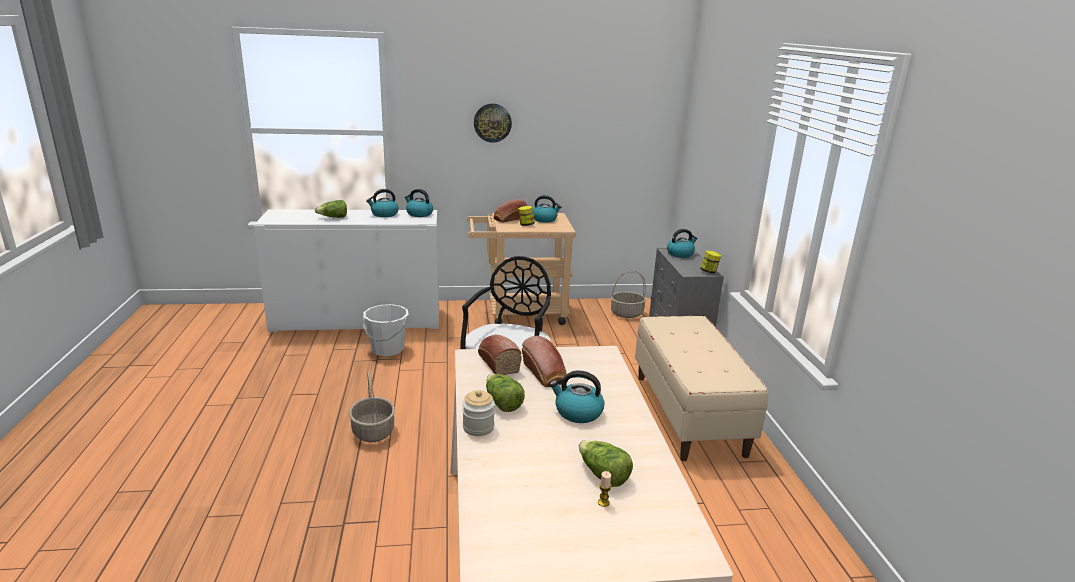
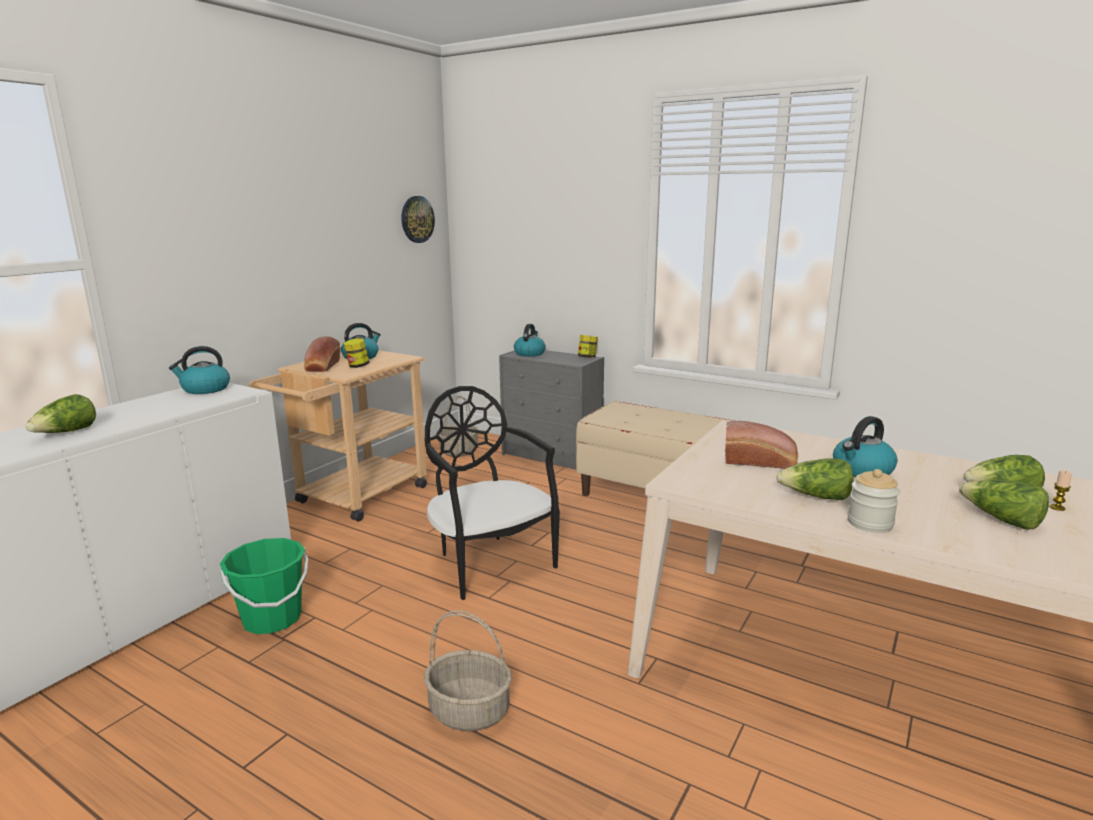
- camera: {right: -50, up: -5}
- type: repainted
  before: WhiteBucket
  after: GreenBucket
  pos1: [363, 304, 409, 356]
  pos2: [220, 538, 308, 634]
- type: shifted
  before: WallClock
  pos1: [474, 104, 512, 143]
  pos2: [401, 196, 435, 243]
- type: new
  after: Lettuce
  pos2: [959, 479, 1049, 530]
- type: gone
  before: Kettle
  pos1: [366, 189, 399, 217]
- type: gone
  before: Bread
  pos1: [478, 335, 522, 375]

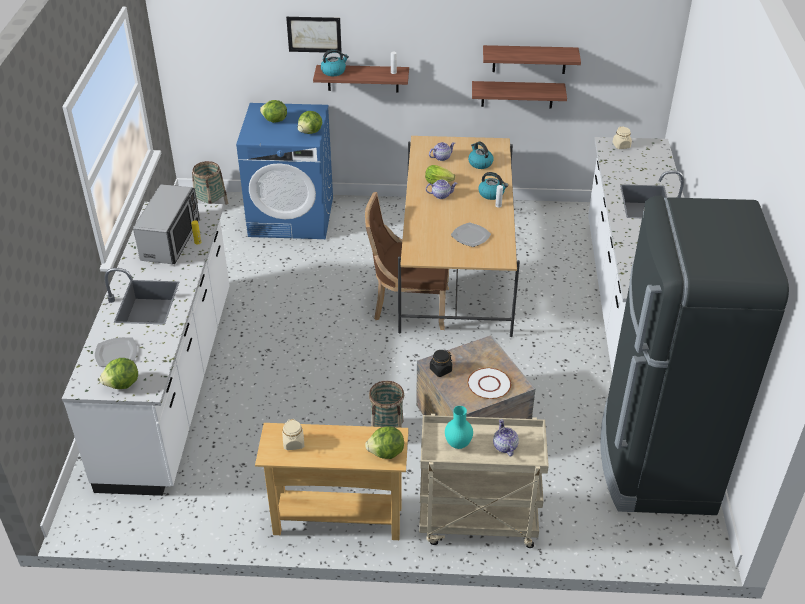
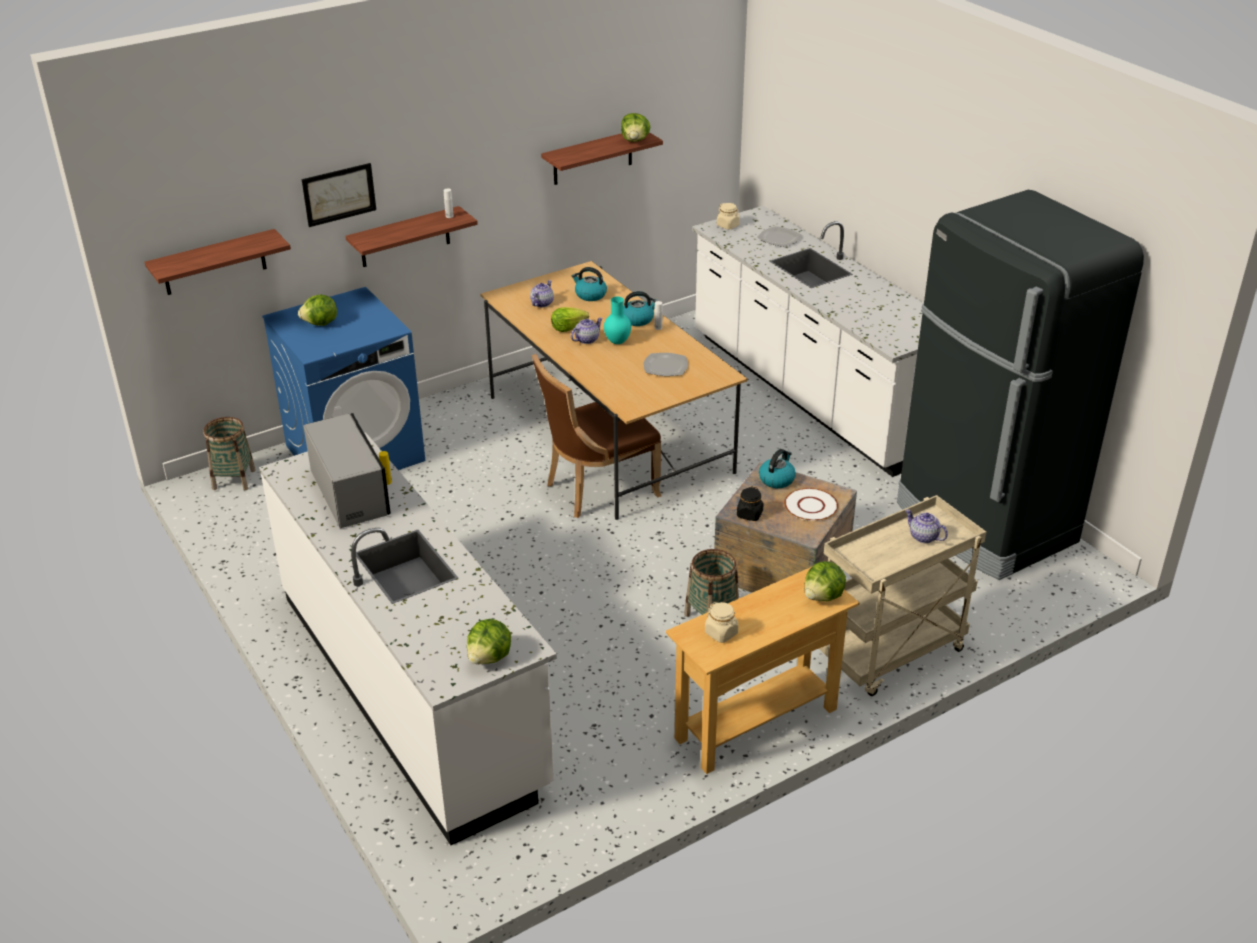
- camera: {right: -35, up: -5}
- type: shifted
  before: Shelf
  pos1: [472, 81, 567, 109]
  pos2: [144, 229, 291, 295]
- type: shifted
  before: TurquoiseVase
  pos1: [445, 406, 473, 449]
  pos2: [604, 297, 631, 344]
- type: shifted
  before: Lettuce
  pos1: [298, 111, 322, 134]
  pos2: [621, 113, 651, 142]
- type: shifted
  before: Plate
  pos1: [95, 337, 138, 367]
  pos2: [757, 226, 802, 247]
- type: shifted
  before: Kettle
  pos1: [321, 49, 349, 76]
  pos2: [759, 449, 796, 488]

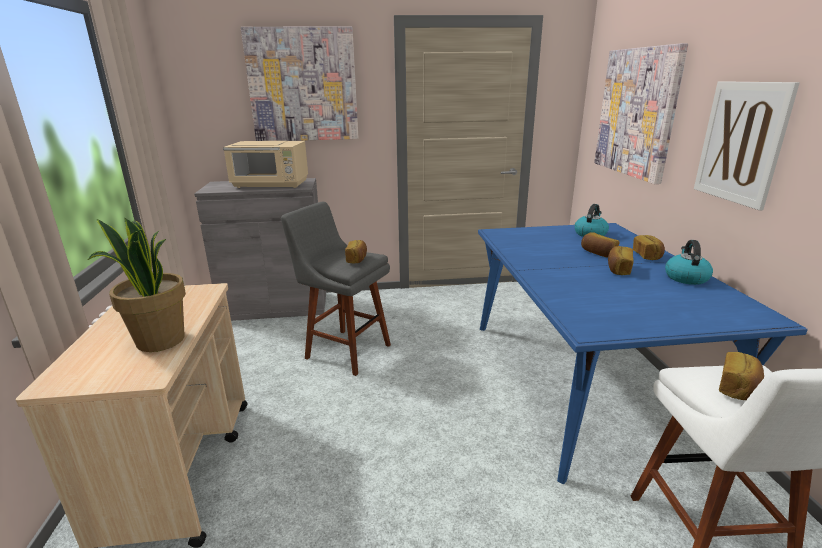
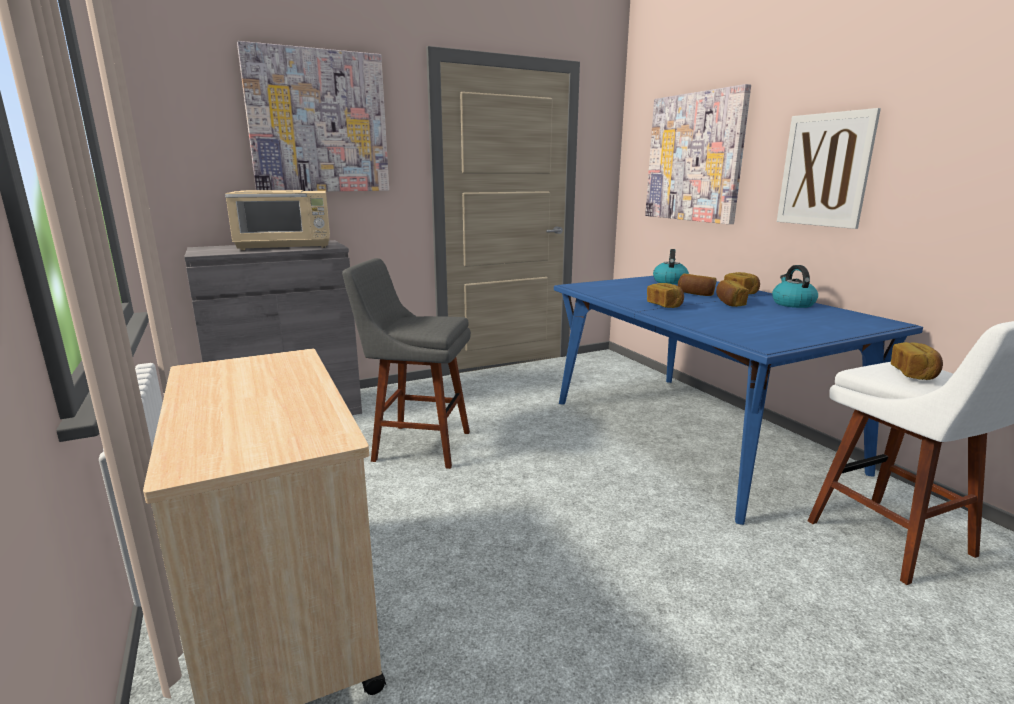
- camera: {right: -20, up: -5}
- type: shifted
  before: Bread
  pos1: [345, 240, 367, 264]
  pos2: [647, 283, 684, 308]
- type: gone
  before: PottedPlant
  pos1: [88, 218, 186, 352]

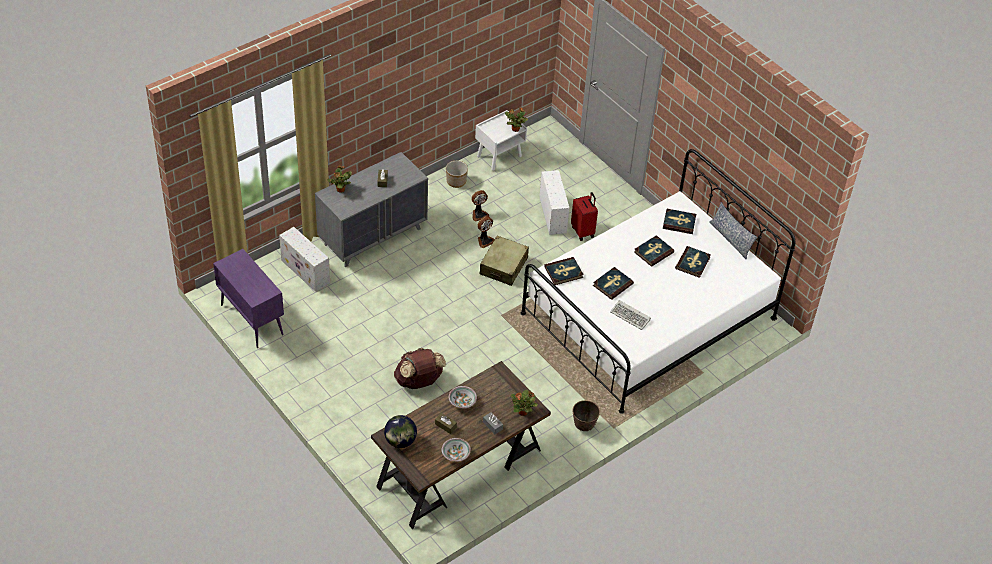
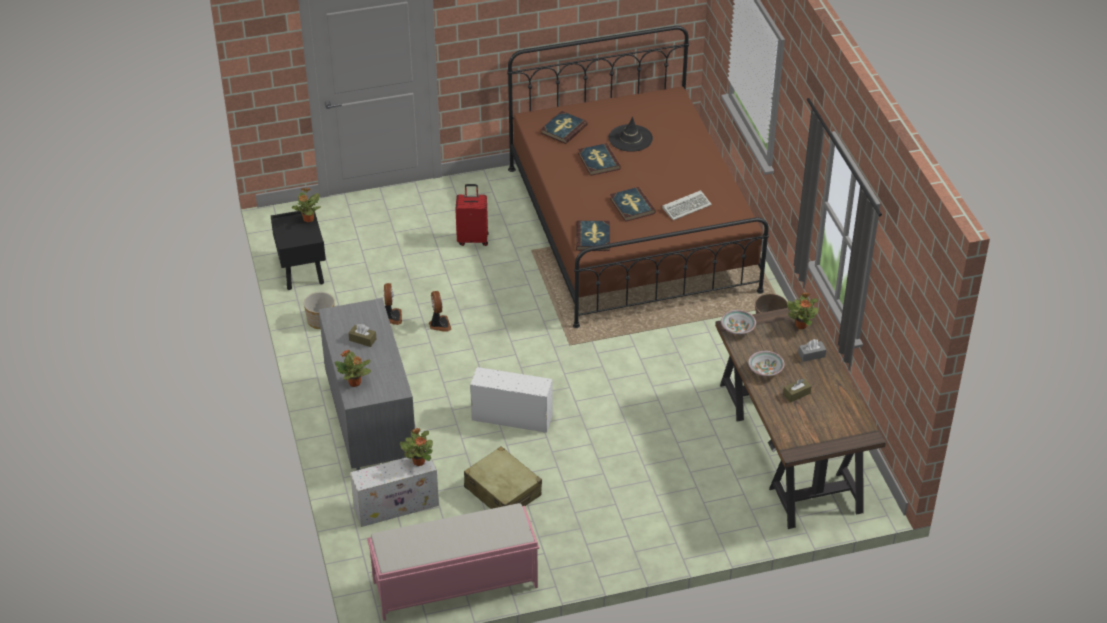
- camera: {right: -65, up: -5}
- type: repainted
  before: WhiteNightstand
  after: BlackNightstand
  pos1: [475, 110, 527, 171]
  pos2: [271, 211, 326, 290]
- type: swapped
  before: PurpleCabinet
  after: PinkBench
  pos1: [213, 249, 284, 348]
  pos2: [367, 503, 539, 621]
- type: new
  after: PottedPlant
  pos2: [400, 428, 433, 466]
- type: shifted
  before: BeigeSuitcase
  pos1: [480, 236, 529, 286]
  pos2: [464, 446, 542, 509]
- type: shifted
  before: WhiteStorageBox
  pos1: [539, 170, 569, 235]
  pos2: [470, 367, 553, 433]
- type: repainted
  before: WhiteBed
  after: BrownBed
  pos1: [520, 149, 796, 414]
  pos2: [507, 26, 769, 328]
- type: swapped
  before: Book
  after: BlackHat
  pos1: [675, 246, 711, 278]
  pos2: [609, 116, 653, 152]
- type: shifted
  before: Bowl
  pos1: [442, 438, 471, 462]
  pos2: [721, 310, 756, 335]
- type: gone
  before: Globe
  pos1: [384, 415, 417, 448]
- type: gone
  before: BrownBackpack
  pos1: [394, 348, 446, 389]
- type: gone
  before: Pillow
  pos1: [709, 202, 758, 259]

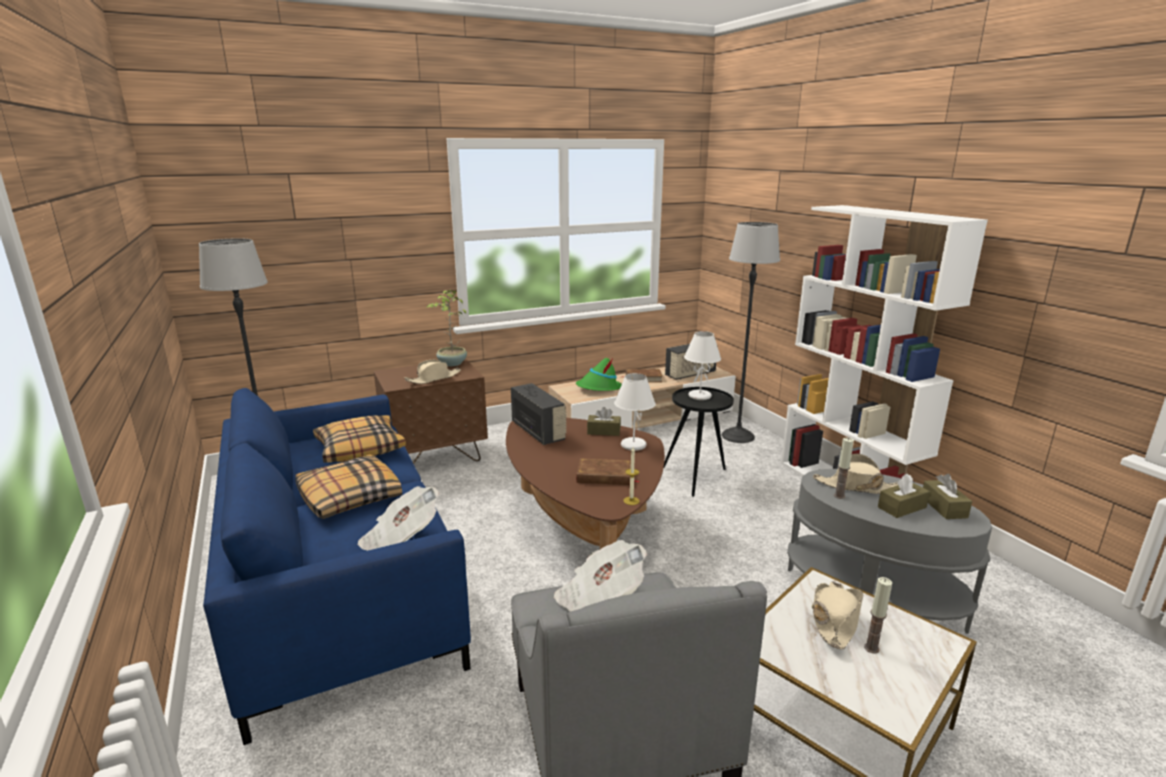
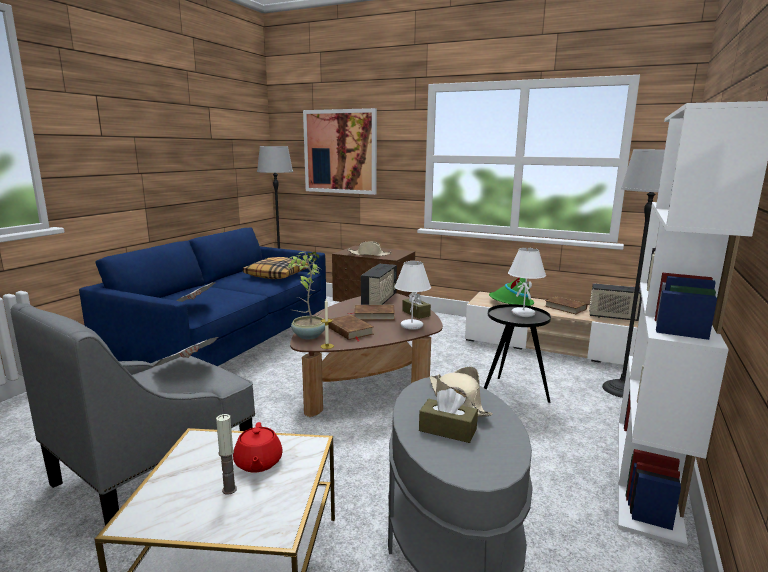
- camera: {right: 50, up: -5}
- type: swapped
  before: BeigeHat
  after: RedTeapot
  pos1: [812, 581, 864, 650]
  pos2: [233, 422, 283, 473]
- type: shifted
  before: PottedPlant
  pos1: [427, 290, 467, 366]
  pos2: [288, 252, 325, 339]
- type: new
  after: Picture
  pos2: [303, 108, 377, 195]
- type: new
  after: BrownBook
  pos2: [348, 305, 395, 320]
- type: gone
  before: Pillow
  pos1: [295, 454, 402, 519]
- type: gone
  before: Candle
  pos1: [834, 438, 854, 499]
- type: gone
  before: BrownTissueBox
  pos1: [923, 474, 972, 519]

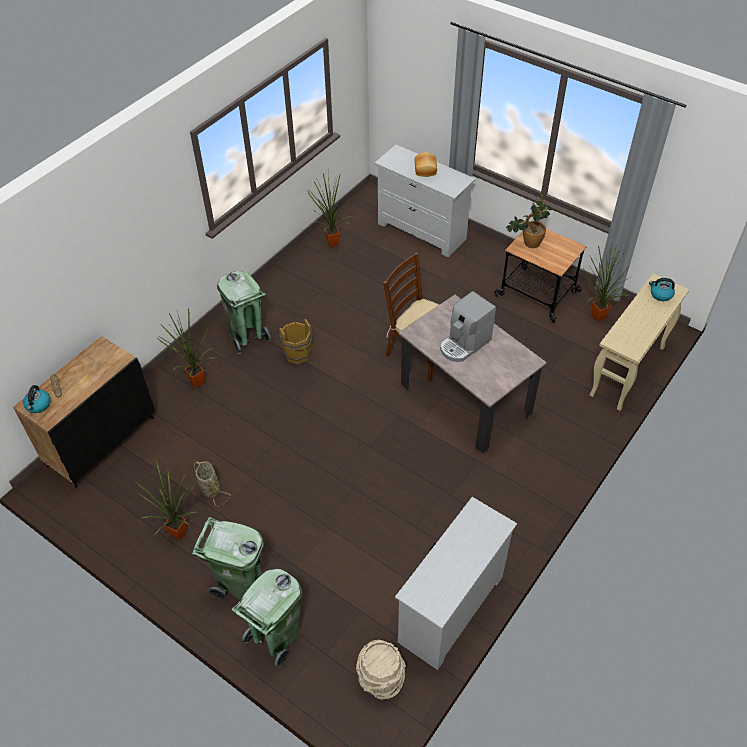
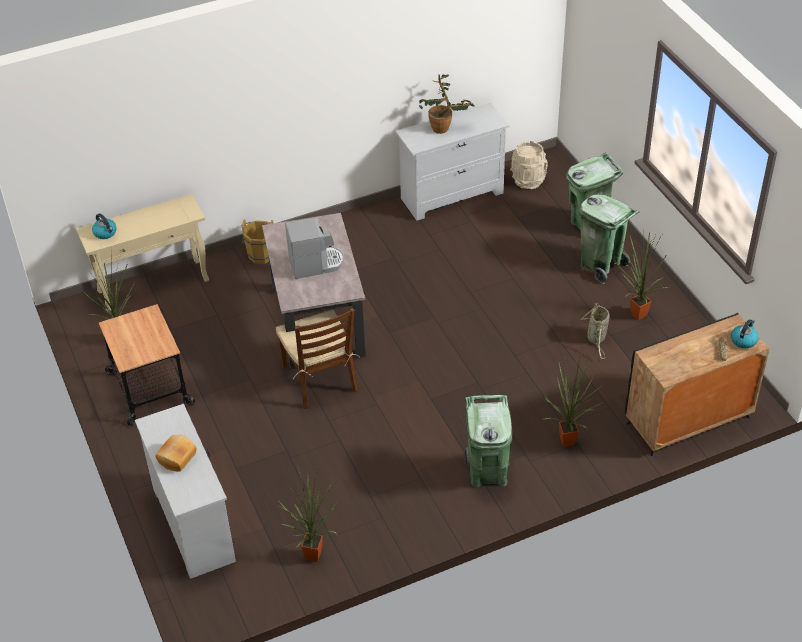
- camera: {right: -150, up: -5}
- type: shifted
  before: BrownBucket
  pos1: [279, 319, 312, 364]
  pos2: [241, 219, 273, 264]
- type: shifted
  before: PottedPlant
  pos1: [506, 194, 552, 248]
  pos2: [419, 74, 474, 134]

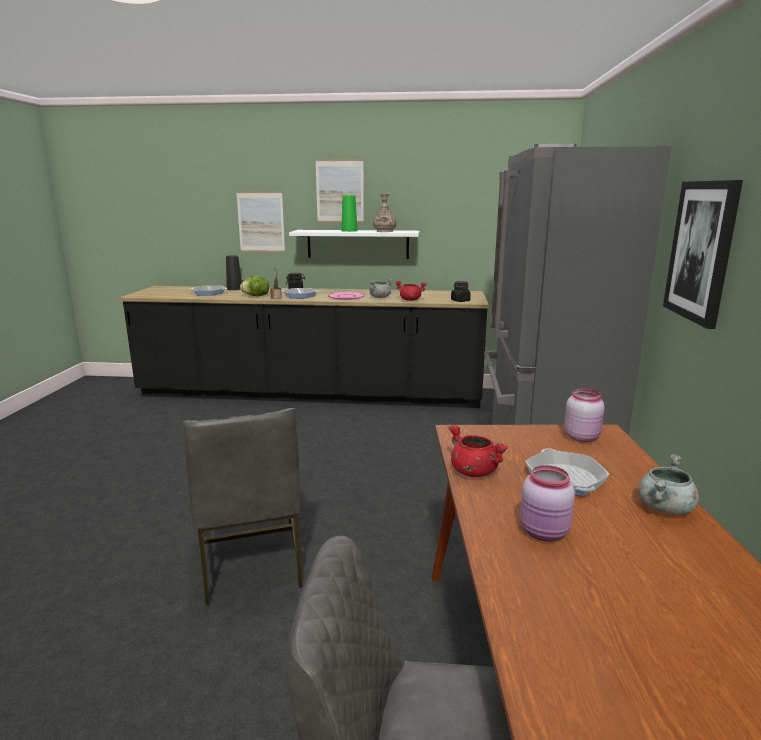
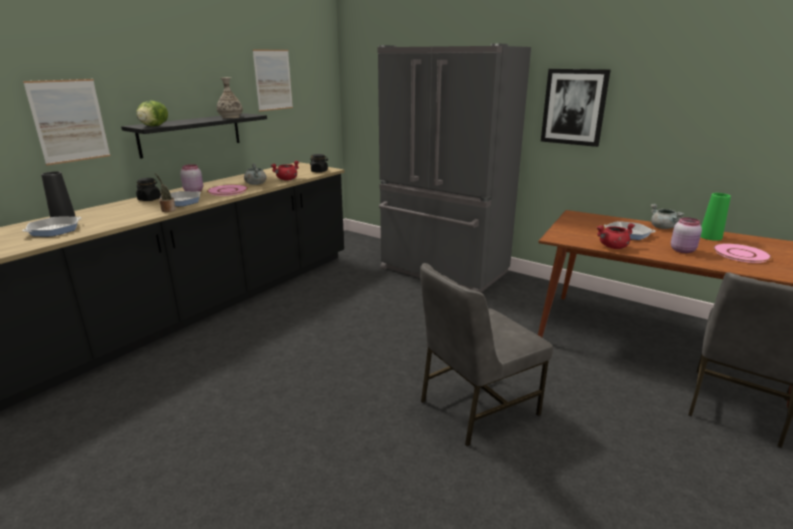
- camera: {right: -60, up: 5}
- type: repainted
  before: WhiteShelf
  after: BlackShelf
  pos1: [289, 230, 420, 259]
  pos2: [121, 113, 267, 159]
- type: shifted
  before: Lettuce
  pos1: [240, 275, 269, 296]
  pos2: [137, 100, 168, 126]
- type: shifted
  before: PinkJar
  pos1: [564, 389, 605, 442]
  pos2: [180, 164, 203, 192]
- type: shifted
  before: Picture
  pos1: [315, 159, 364, 222]
  pos2: [252, 49, 293, 112]
- type: rotated
  before: GreyChair
  pos1: [182, 408, 303, 606]
  pos2: [420, 263, 553, 447]
  turn: 135
- type: shifted
  before: GreenVase
  pos1: [341, 195, 358, 232]
  pos2: [700, 193, 731, 241]
- type: new
  after: PinkPlate
  pos2: [713, 243, 772, 263]

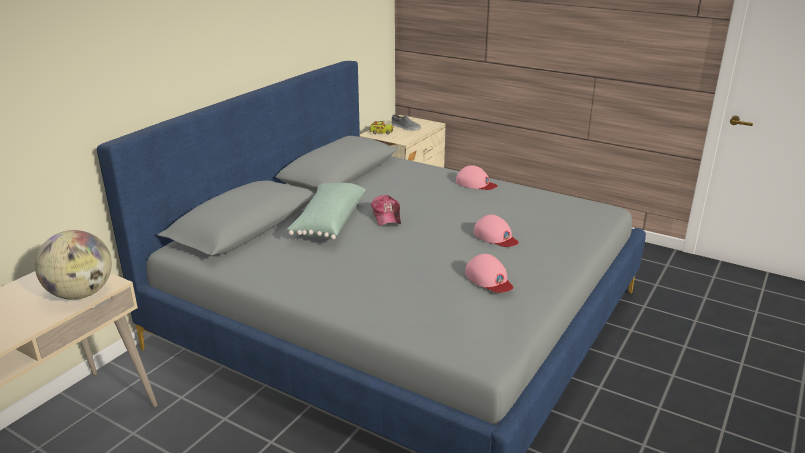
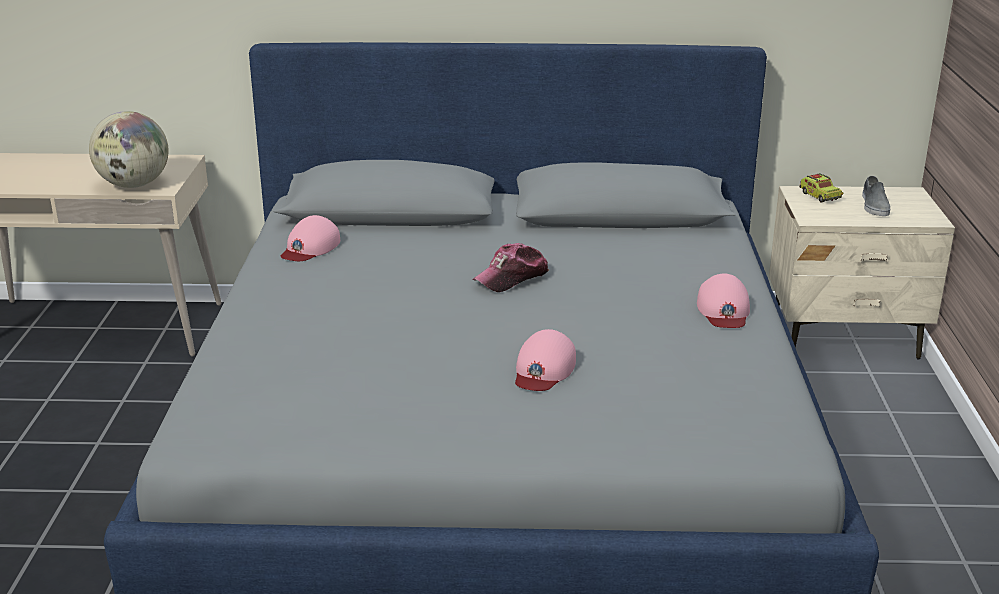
- camera: {right: 60, up: 0}
- type: shifted
  before: PinkCap
  pos1: [465, 254, 513, 293]
  pos2: [281, 215, 340, 261]
- type: gone
  before: GreenPillow
  pos1: [287, 183, 366, 239]

